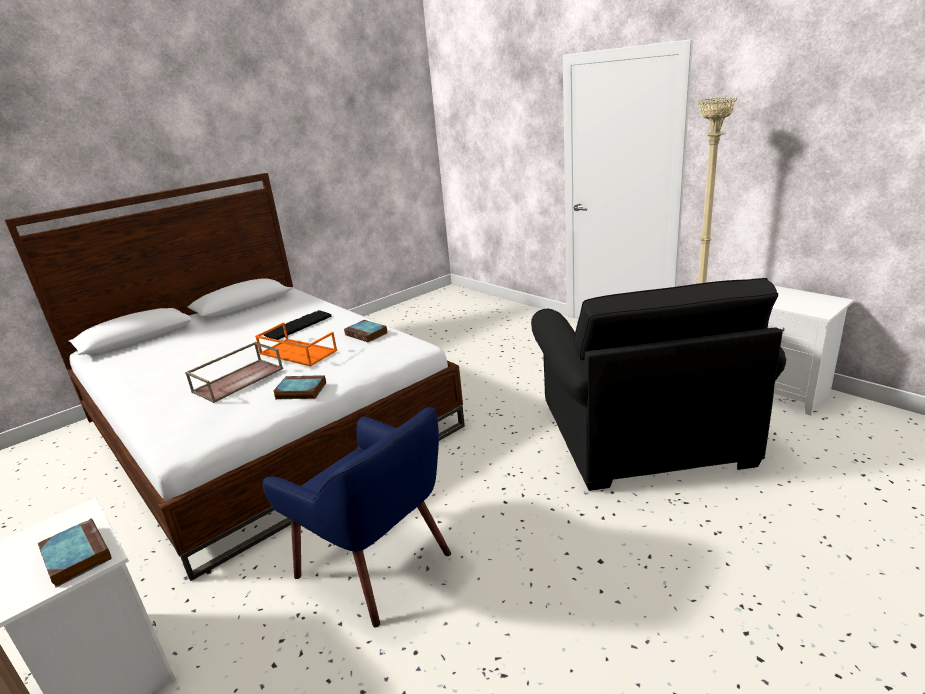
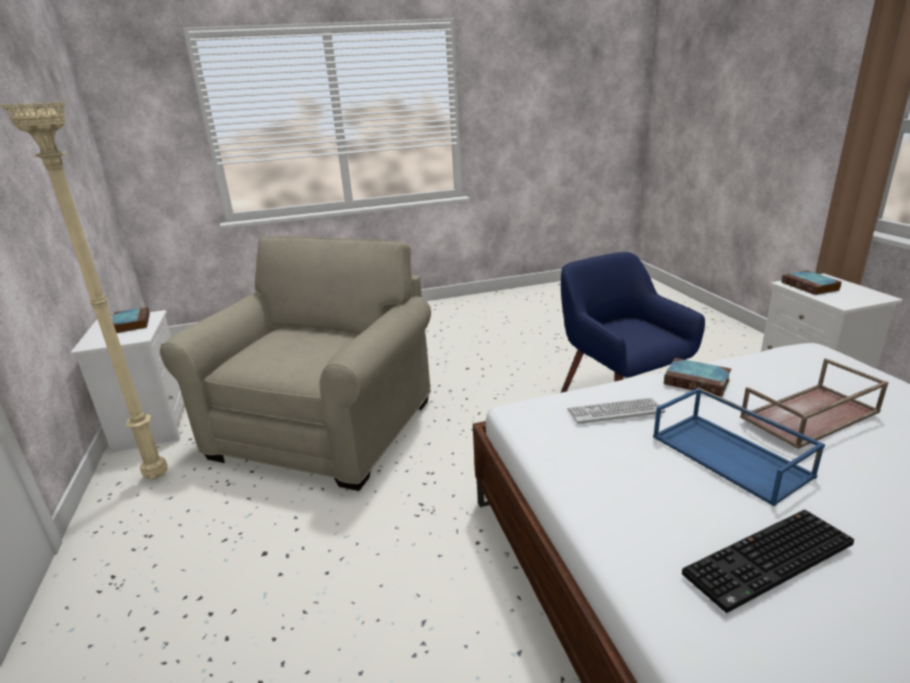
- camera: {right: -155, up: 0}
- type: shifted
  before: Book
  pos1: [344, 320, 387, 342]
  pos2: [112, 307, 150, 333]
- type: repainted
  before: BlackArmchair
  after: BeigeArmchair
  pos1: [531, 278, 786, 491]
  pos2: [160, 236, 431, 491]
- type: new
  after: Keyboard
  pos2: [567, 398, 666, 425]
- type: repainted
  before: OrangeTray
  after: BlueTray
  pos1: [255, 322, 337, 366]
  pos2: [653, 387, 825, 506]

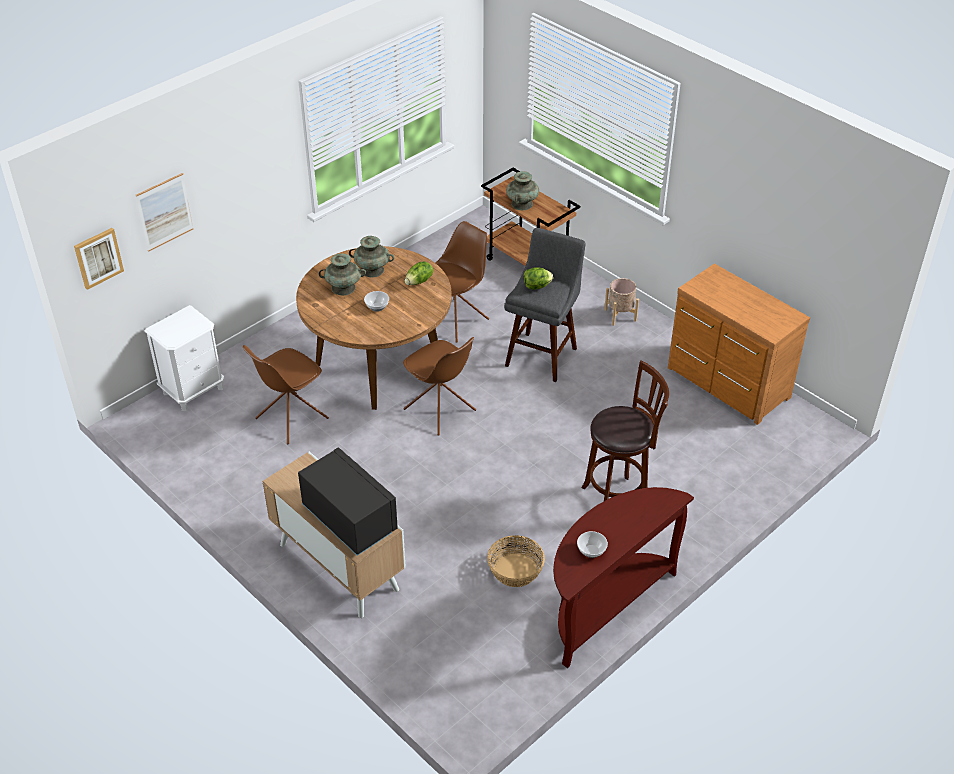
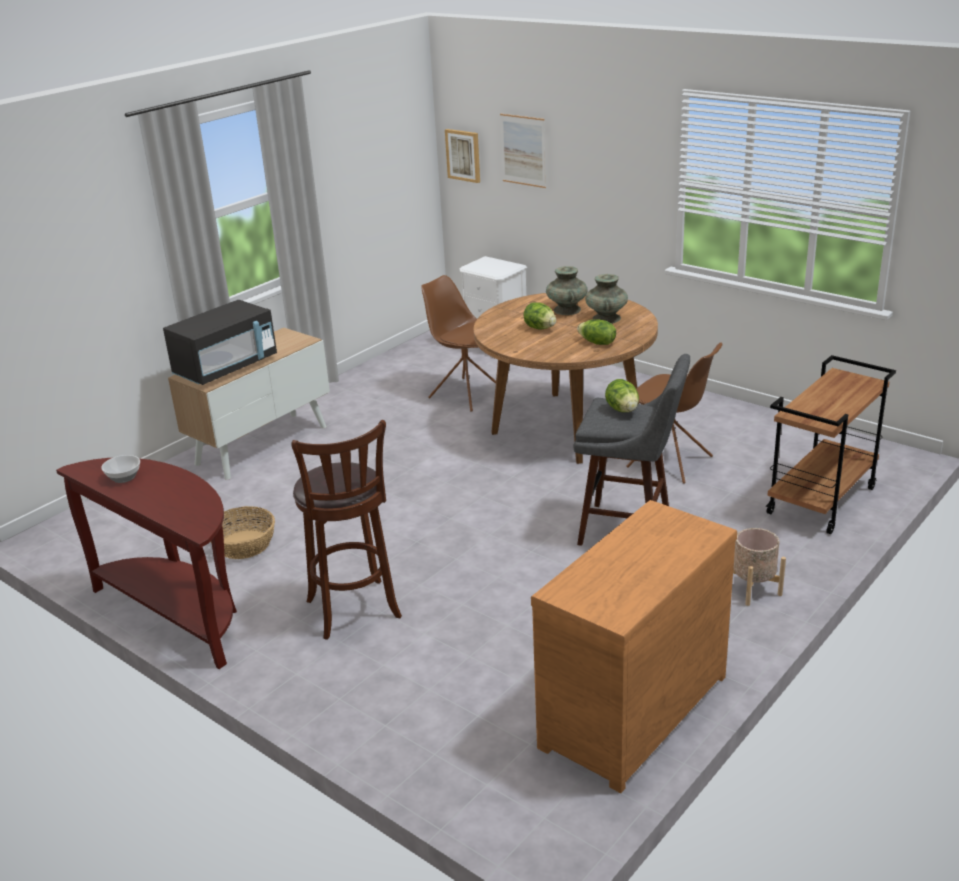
- camera: {right: 85, up: -15}
- type: swapped
  before: Bowl
  after: Lettuce
  pos1: [364, 291, 389, 312]
  pos2: [523, 302, 556, 330]
- type: gone
  before: BrownChair
  pos1: [403, 337, 476, 435]
- type: gone
  before: TurquoiseVase
  pos1: [506, 171, 539, 210]

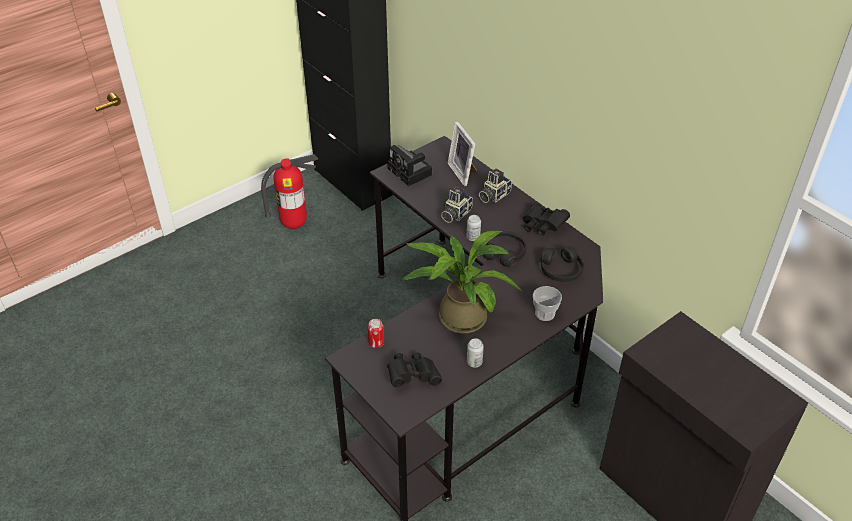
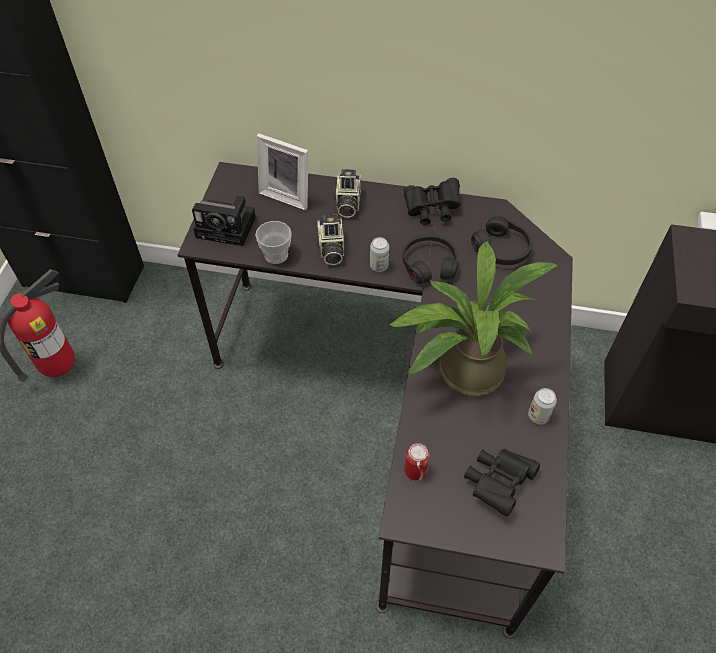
- camera: {right: -40, up: 10}
- type: shifted
  before: Cup
  pos1: [533, 286, 562, 321]
  pos2: [255, 221, 292, 264]

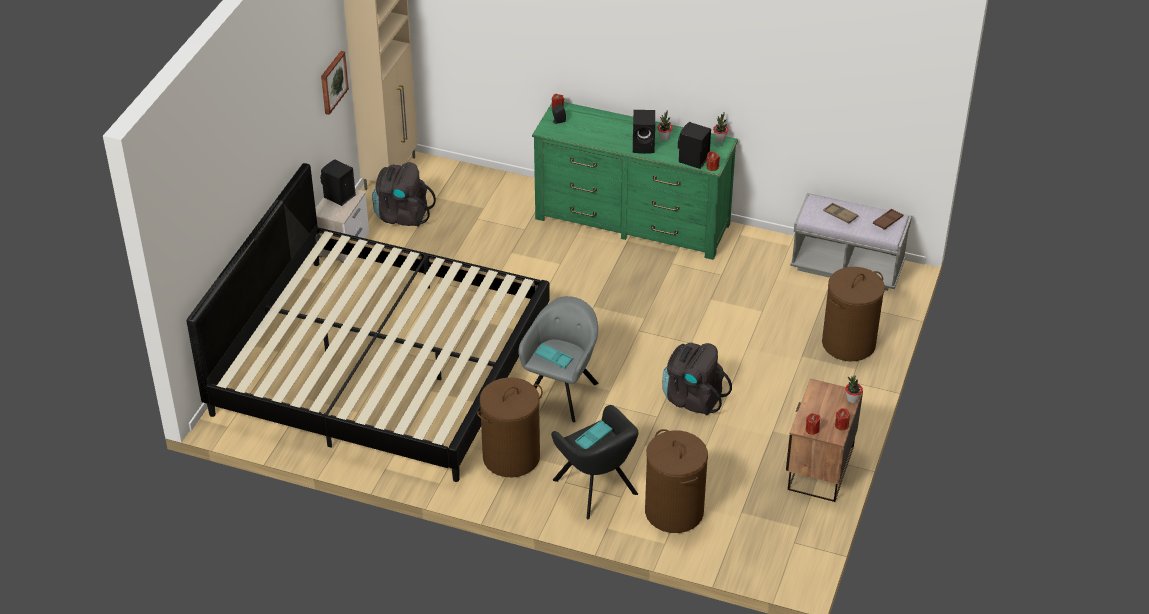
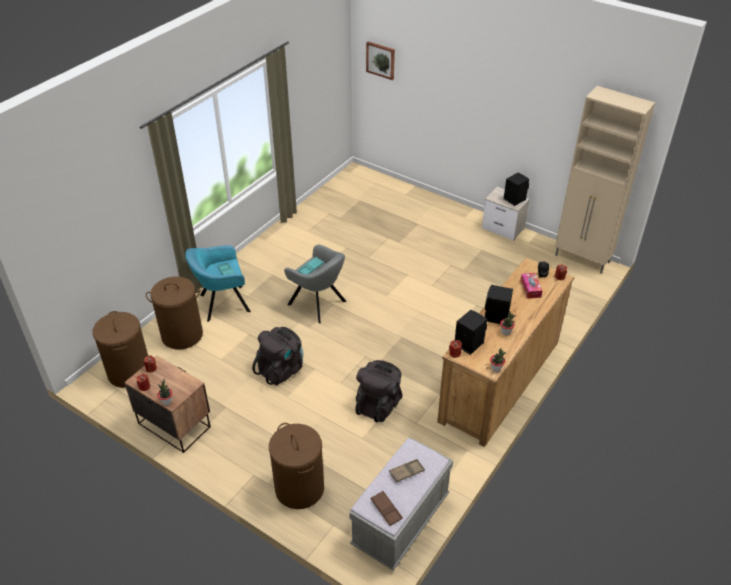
- camera: {right: 105, up: 0}
- type: shifted
  before: BrownLaundryBasket
  pos1: [477, 377, 543, 477]
  pos2: [92, 311, 148, 388]
- type: repainted
  before: BlackArmchair
  after: TurquoiseArmchair
  pos1: [551, 405, 638, 519]
  pos2: [185, 245, 251, 322]
- type: shifted
  before: BlackBackpack
  pos1: [372, 162, 436, 227]
  pos2: [355, 360, 402, 422]
- type: shifted
  before: Picture
  pos1: [321, 51, 349, 115]
  pos2: [366, 41, 395, 80]
- type: repainted
  before: GreenDresser
  after: BrownDresser
  pos1: [532, 102, 738, 260]
  pos2: [437, 258, 575, 447]
- type: new
  after: TissueBox
  pos2: [520, 273, 543, 299]
- type: gone
  before: Bed
  pos1: [187, 163, 550, 482]

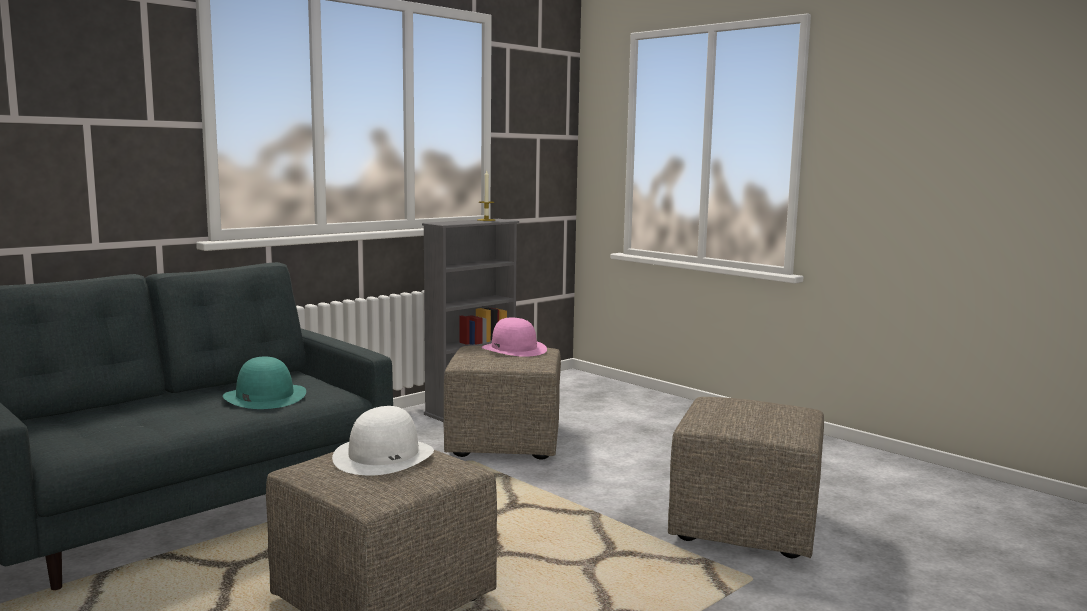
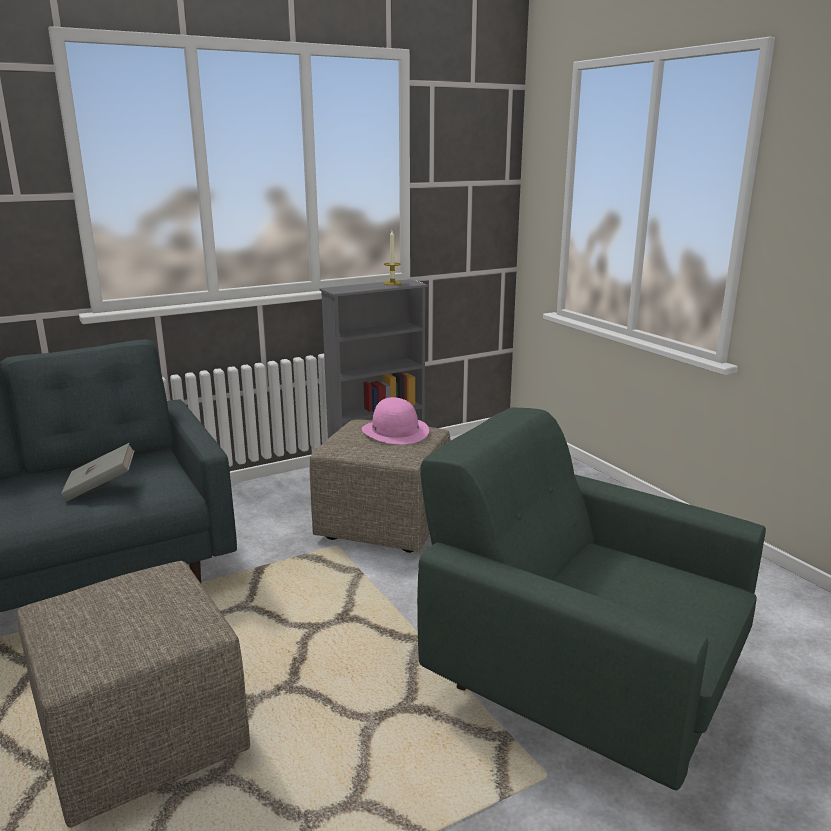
- camera: {right: 15, up: 10}
- type: swapped
  before: TurquoiseHat
  after: GreyBook
  pos1: [223, 356, 306, 409]
  pos2: [61, 443, 134, 501]
- type: swapped
  before: BeigeOttoman
  after: GreenArmchair
  pos1: [668, 397, 824, 558]
  pos2: [417, 407, 766, 791]
- type: gone
  before: WhiteHat
  pos1: [332, 406, 434, 476]

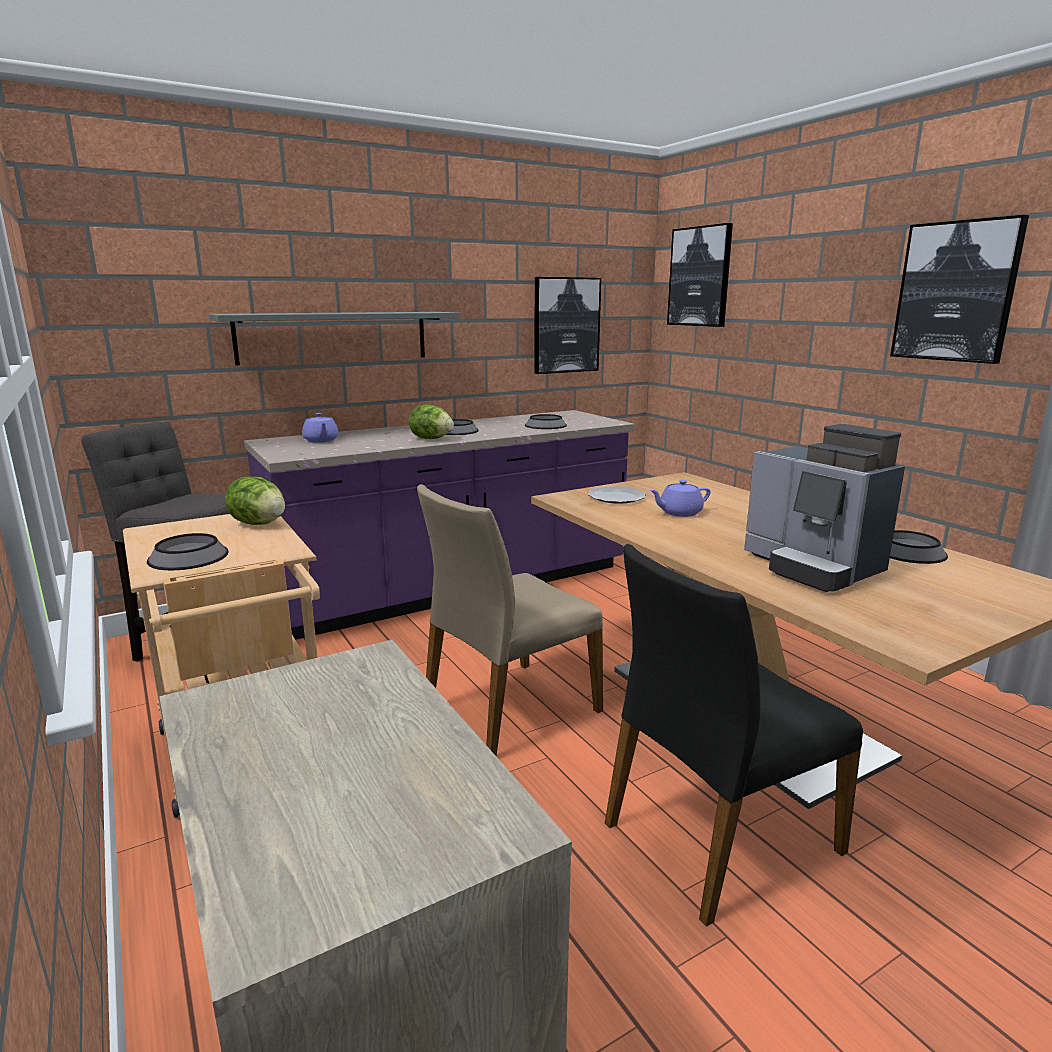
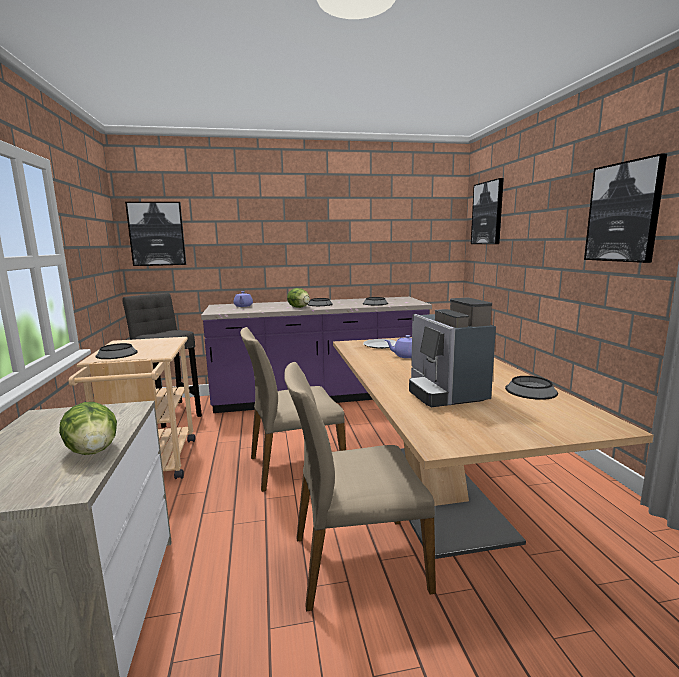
- camera: {right: 20, up: -5}
- type: shifted
  before: Lettuce
  pos1: [225, 477, 285, 525]
  pos2: [59, 402, 117, 455]
- type: shifted
  before: Picture
  pos1: [534, 277, 601, 374]
  pos2: [125, 202, 186, 266]
- type: repainted
  before: BlackChair
  after: BeigeChair
  pos1: [605, 544, 863, 927]
  pos2: [284, 362, 436, 612]
- type: gone
  before: GreyShelf
  pos1: [209, 312, 460, 365]

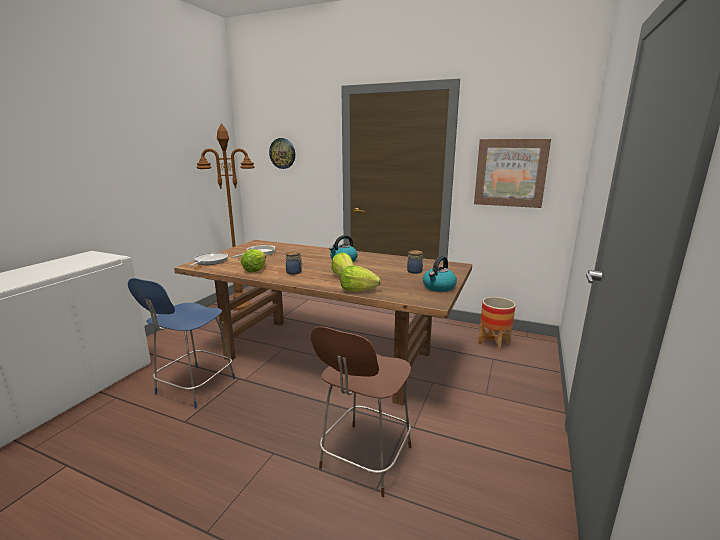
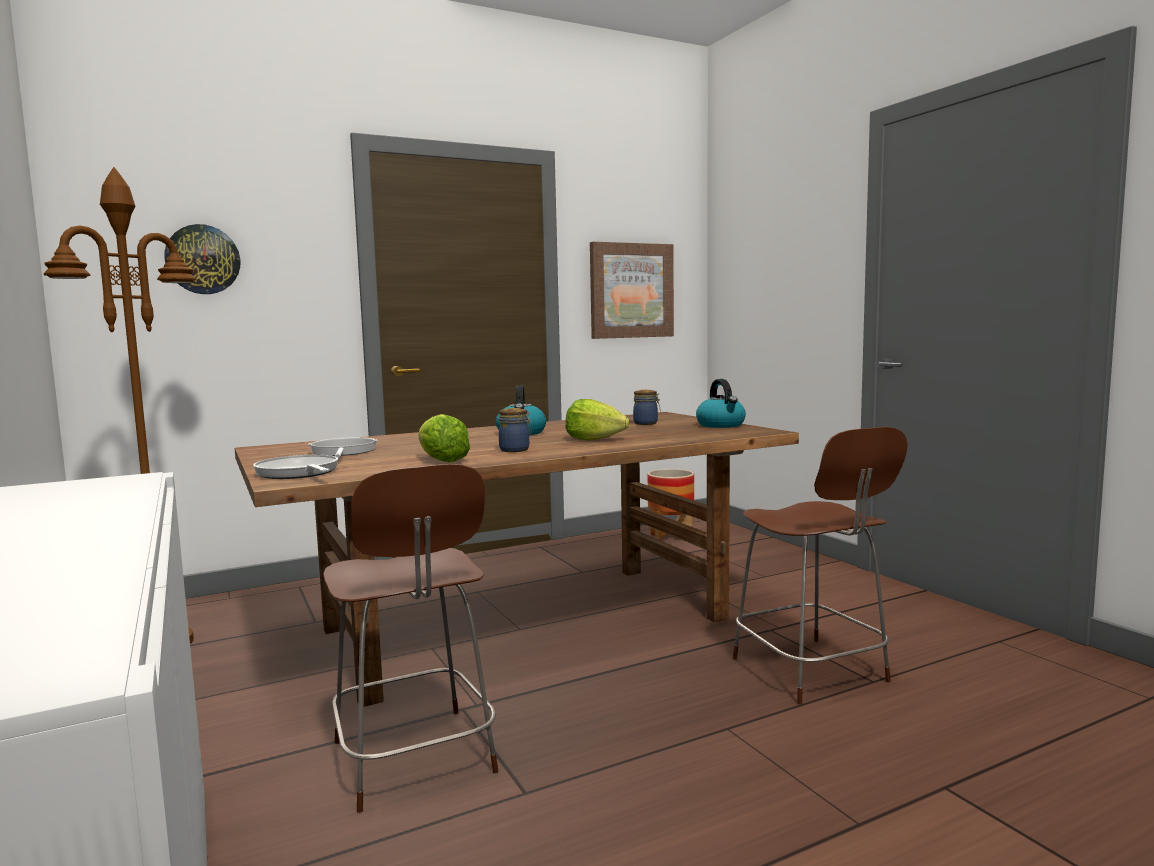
- camera: {right: -50, up: -10}
- type: repainted
  before: BlueChair
  after: BrownChair
  pos1: [128, 278, 235, 409]
  pos2: [323, 464, 498, 813]
- type: gone
  before: Lettuce
  pos1: [341, 265, 381, 292]

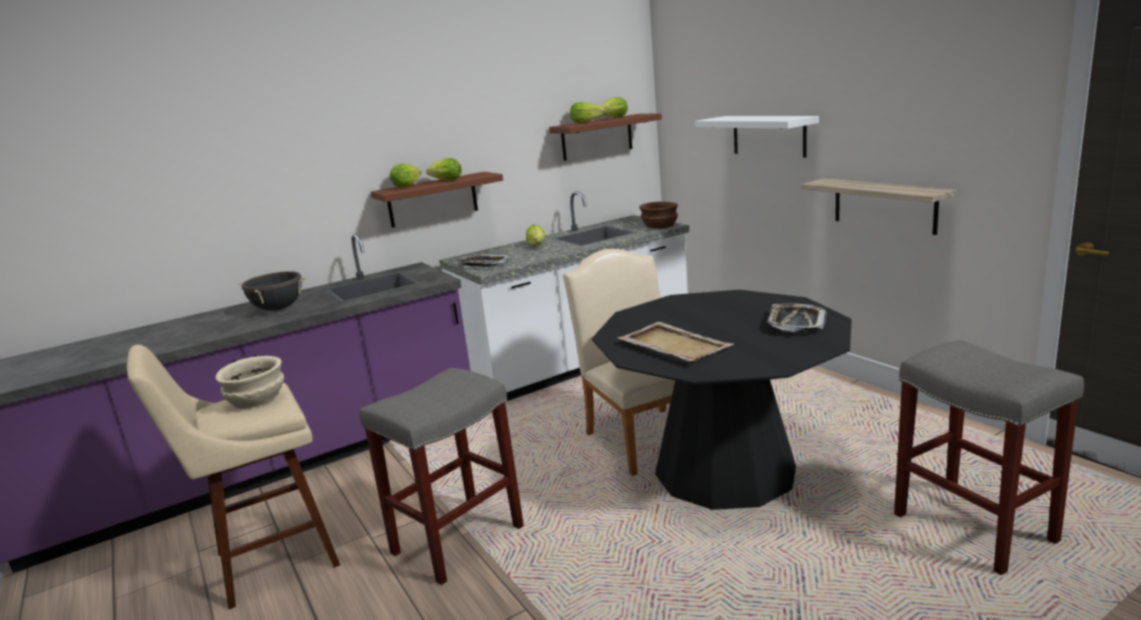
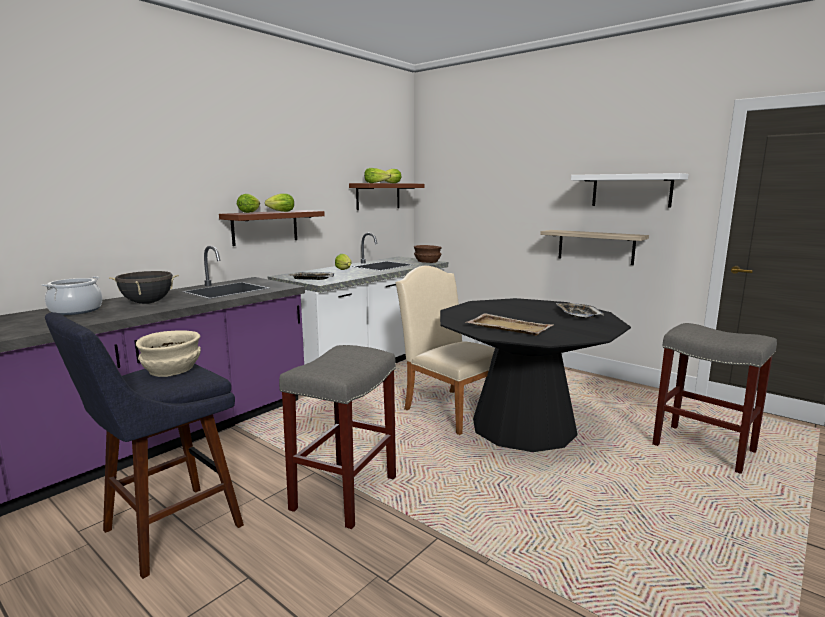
- camera: {right: -20, up: -5}
- type: new
  after: CookingPot
  pos2: [42, 276, 102, 315]
- type: repainted
  before: BeigeStool
  after: BlueStool
  pos1: [127, 345, 340, 609]
  pos2: [45, 312, 244, 579]
- type: shifted
  before: WhiteShelf
  pos1: [695, 116, 819, 158]
  pos2: [571, 173, 688, 208]

